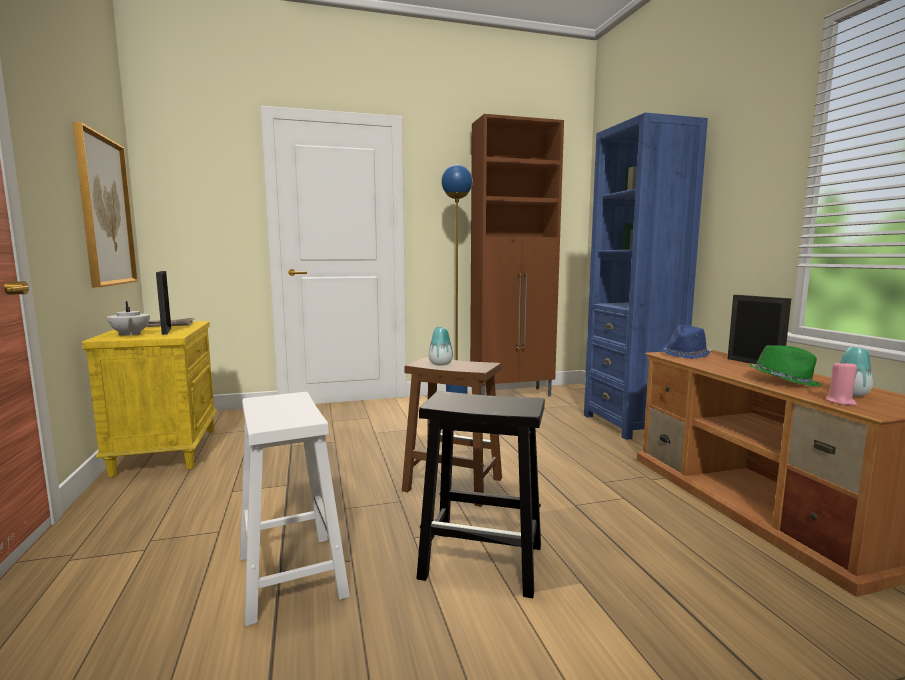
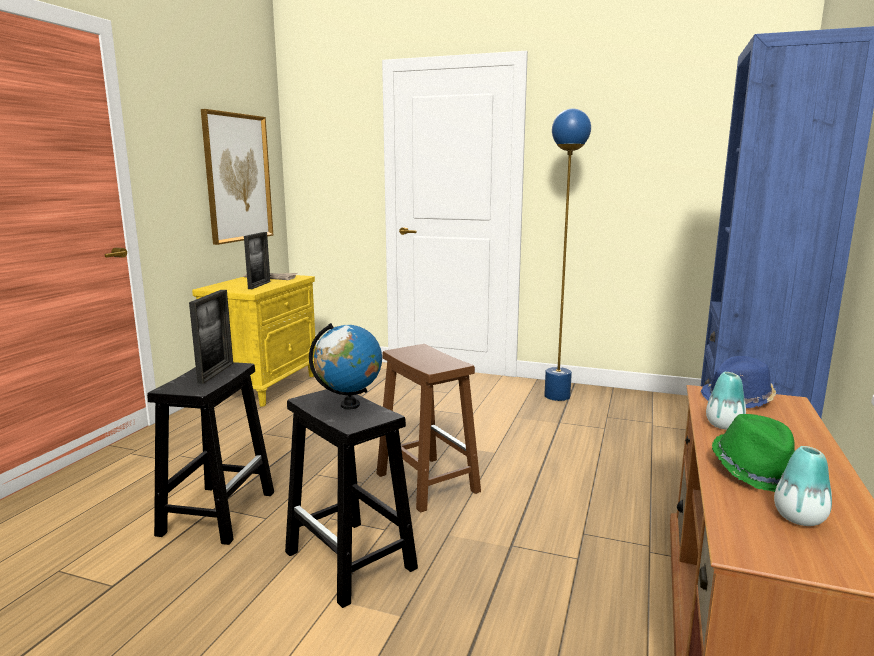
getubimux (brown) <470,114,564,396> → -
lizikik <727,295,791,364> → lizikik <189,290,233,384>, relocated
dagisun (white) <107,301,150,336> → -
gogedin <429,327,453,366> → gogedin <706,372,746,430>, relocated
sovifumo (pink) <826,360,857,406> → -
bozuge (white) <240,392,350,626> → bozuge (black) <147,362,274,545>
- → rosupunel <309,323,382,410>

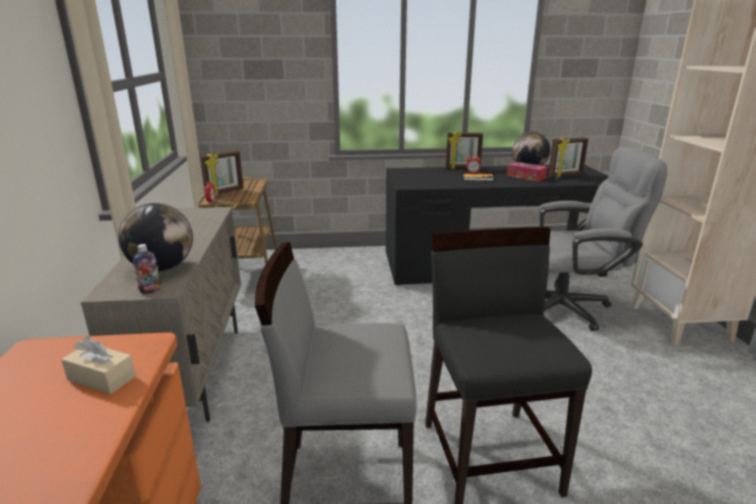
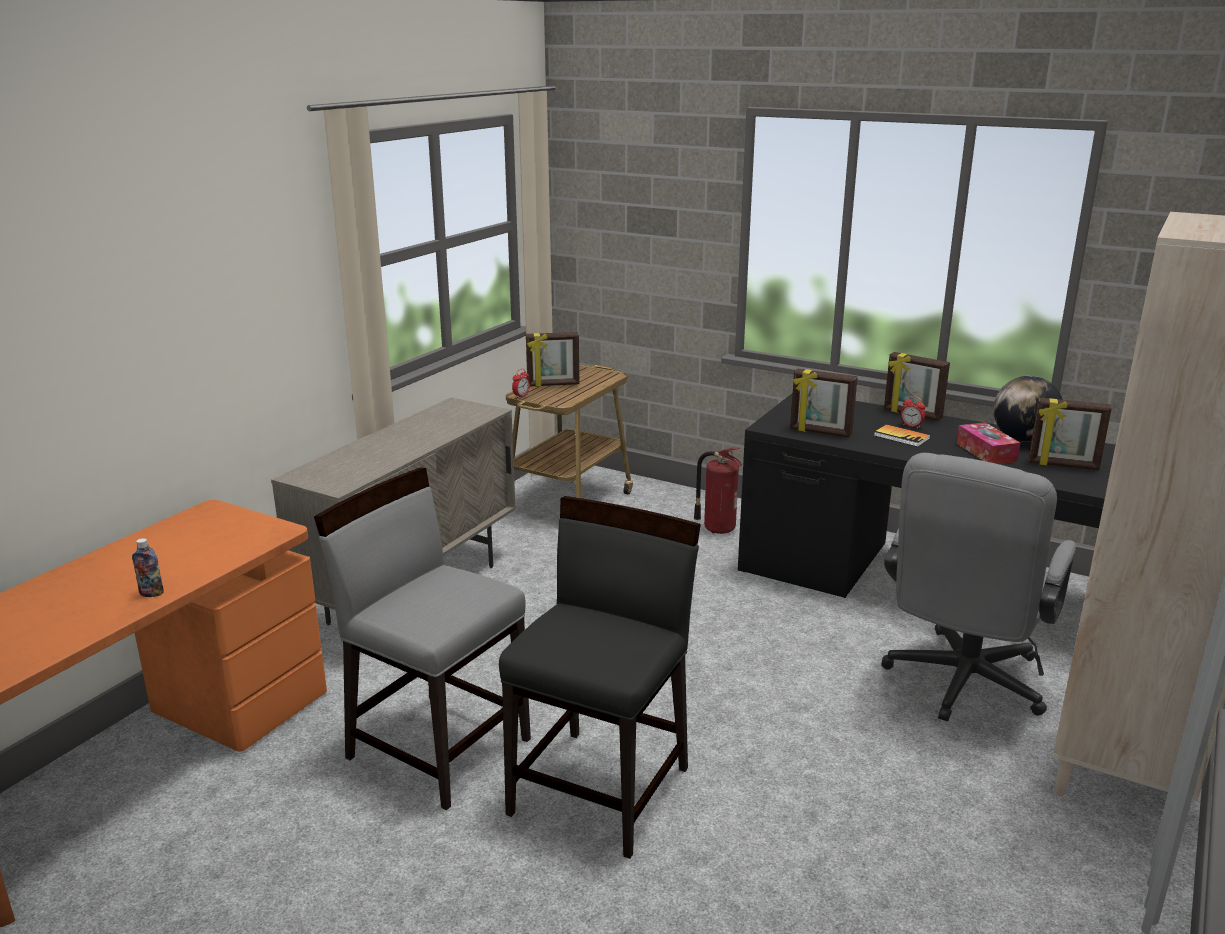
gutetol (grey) <540,146,667,331> → gutetol (grey) <882,453,1076,722>, 90 degrees clockwise
rosupunel <118,203,193,271> → -
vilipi <133,244,161,294> → vilipi <132,538,164,597>, relocated
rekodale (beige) <61,336,136,394> → -
- → lizikik <790,368,858,438>
- → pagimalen <694,447,742,534>

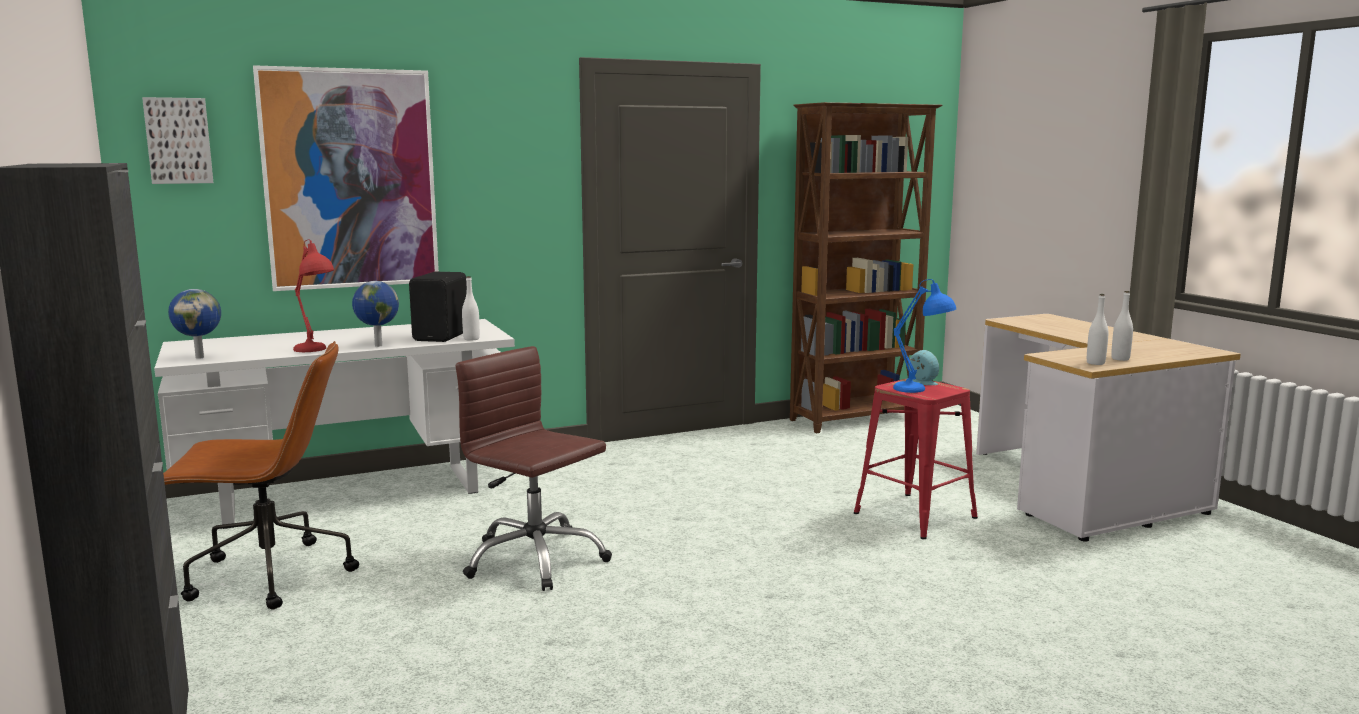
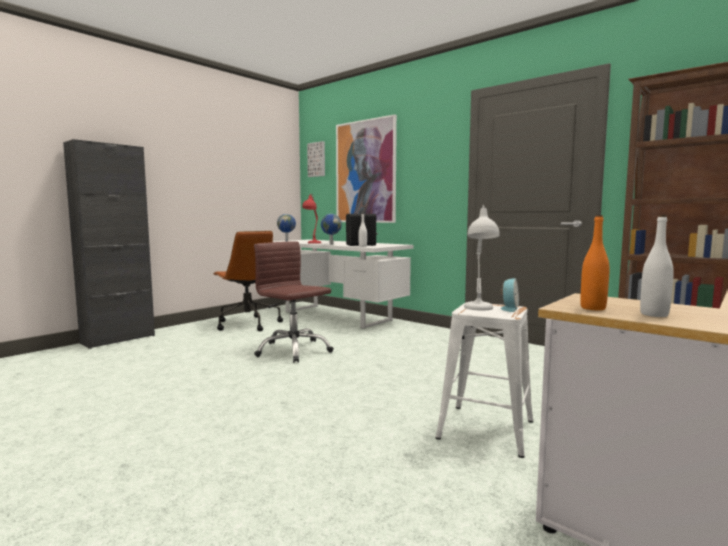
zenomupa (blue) <893,279,956,393> → zenomupa (white) <464,205,500,311>
vilipi (white) <1087,294,1108,365> → vilipi (orange) <580,215,610,310>
gutetol (brown) <456,346,612,591> → gutetol (brown) <254,241,334,363>, 60 degrees counterclockwise
bozuge (red) <854,379,978,539> → bozuge (white) <436,303,533,458>

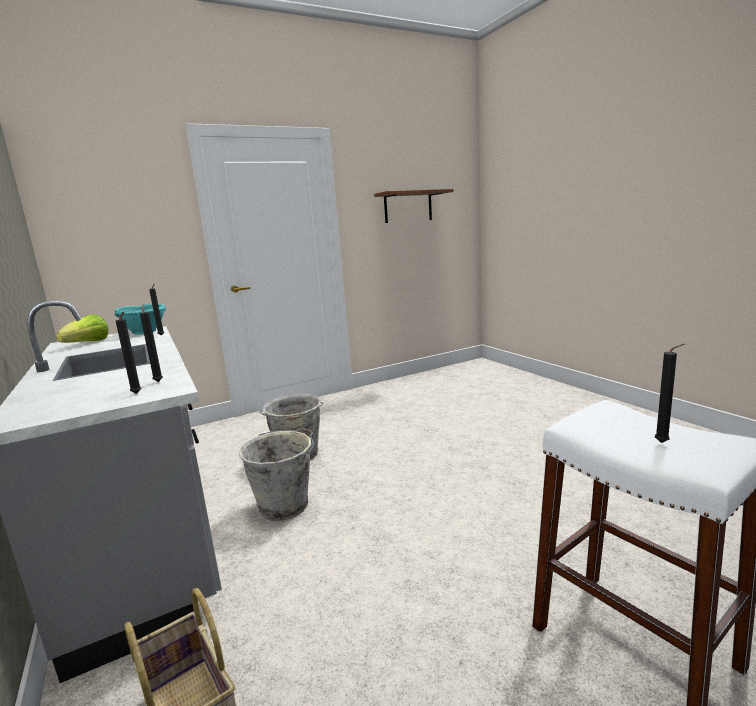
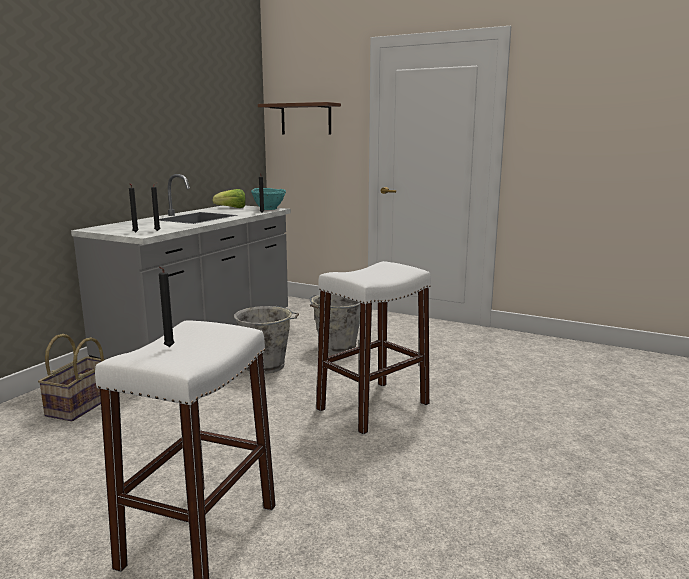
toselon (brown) <374,189,454,223> → toselon (brown) <258,102,341,135>, relocated
- → bozuge (white) <316,261,431,435>

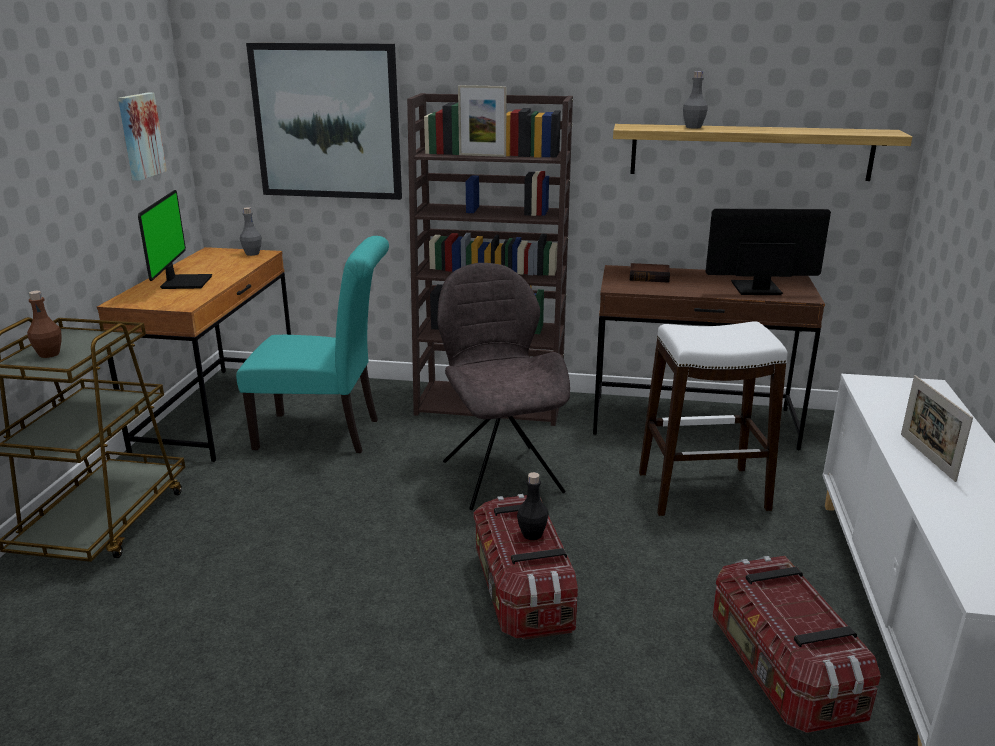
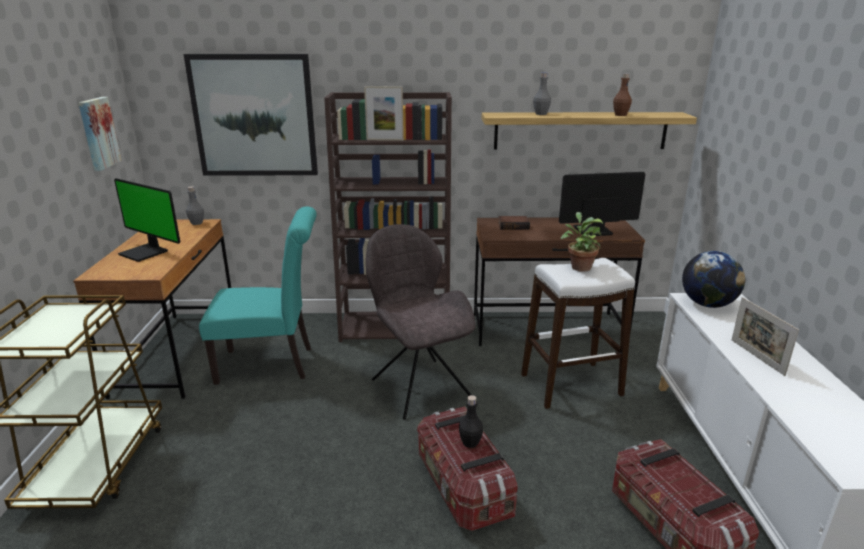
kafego <138,190,212,289> → kafego <114,178,180,262>, 135 degrees clockwise
vilipi (brown) <27,291,62,358> → vilipi (brown) <613,73,632,116>, relocated
- → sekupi <561,212,603,272>
- → rosupunel <682,251,745,308>

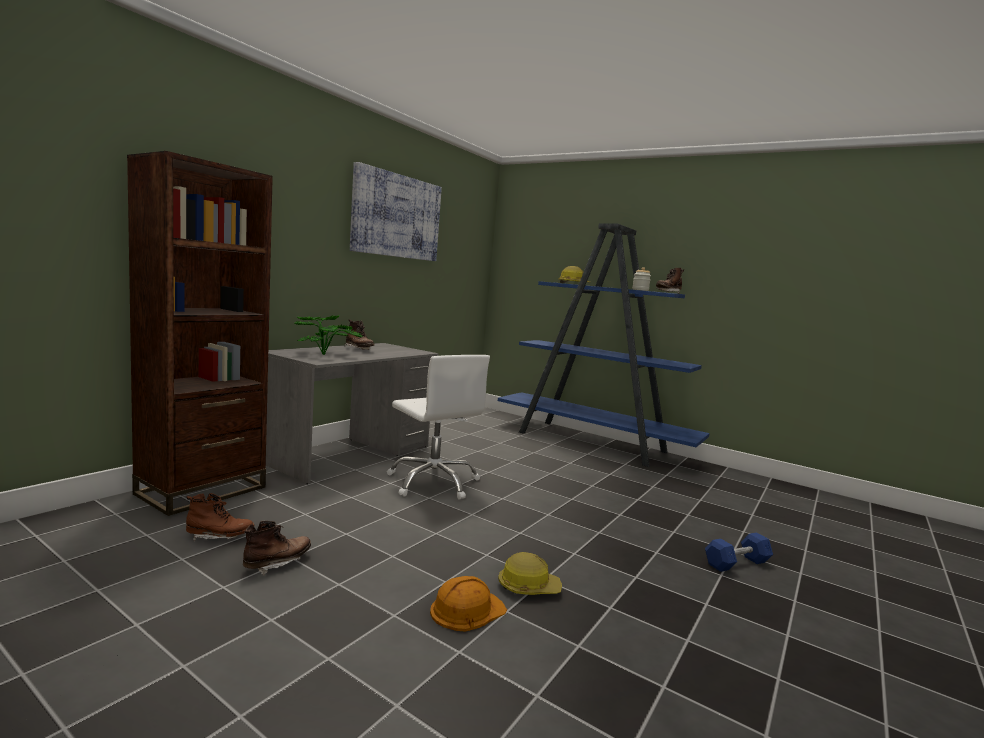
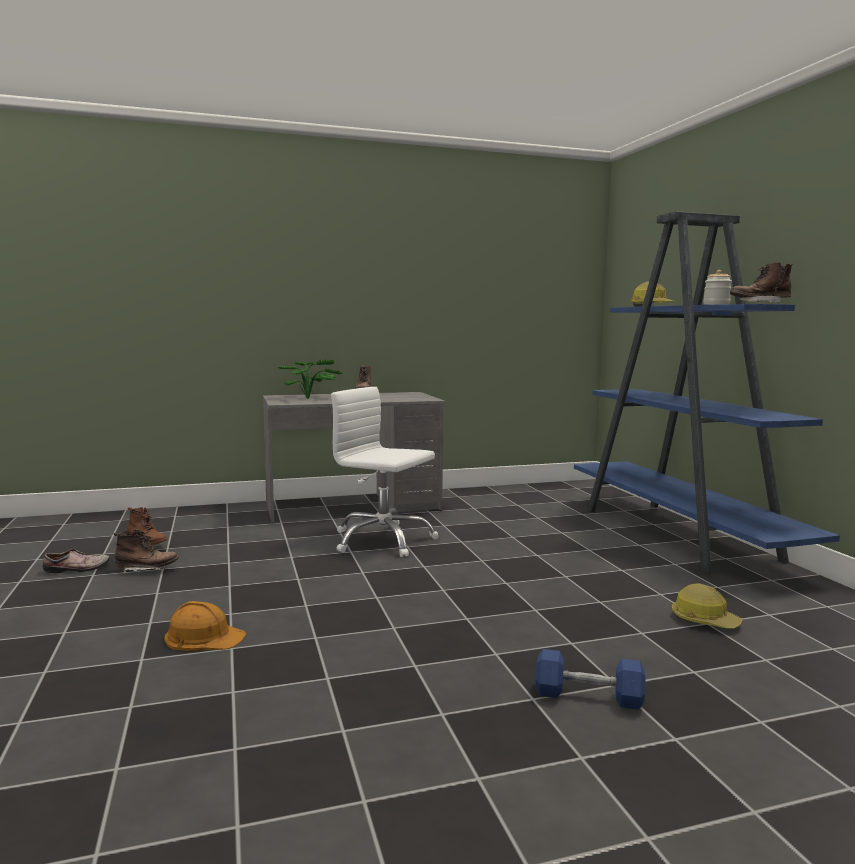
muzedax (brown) <127,151,273,516> → -
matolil <350,162,442,261> → -
gutetol (white) <387,355,490,500> → gutetol (white) <331,387,439,557>, 120 degrees clockwise
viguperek <498,552,562,595> → viguperek <672,584,743,629>, relocated
- → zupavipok <43,549,110,573>

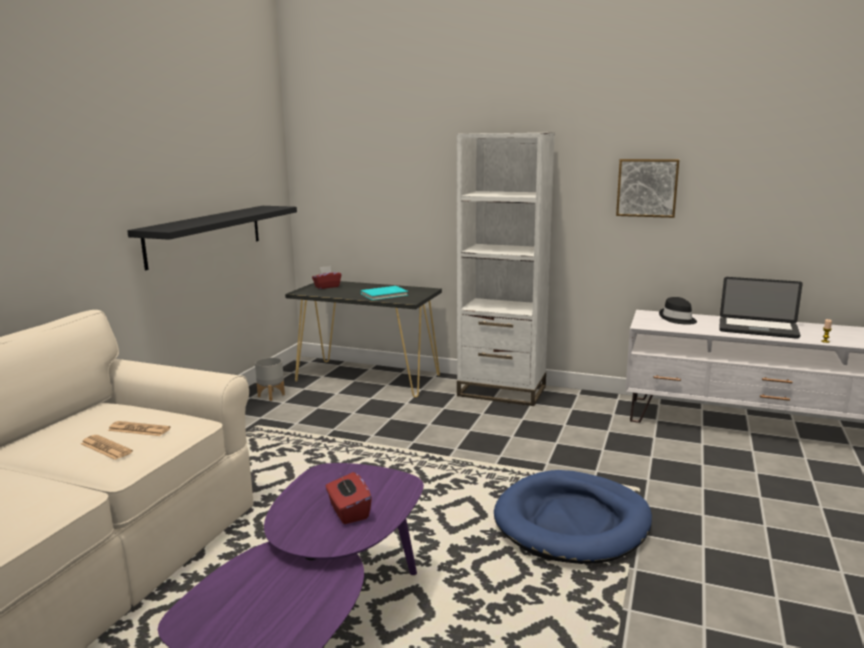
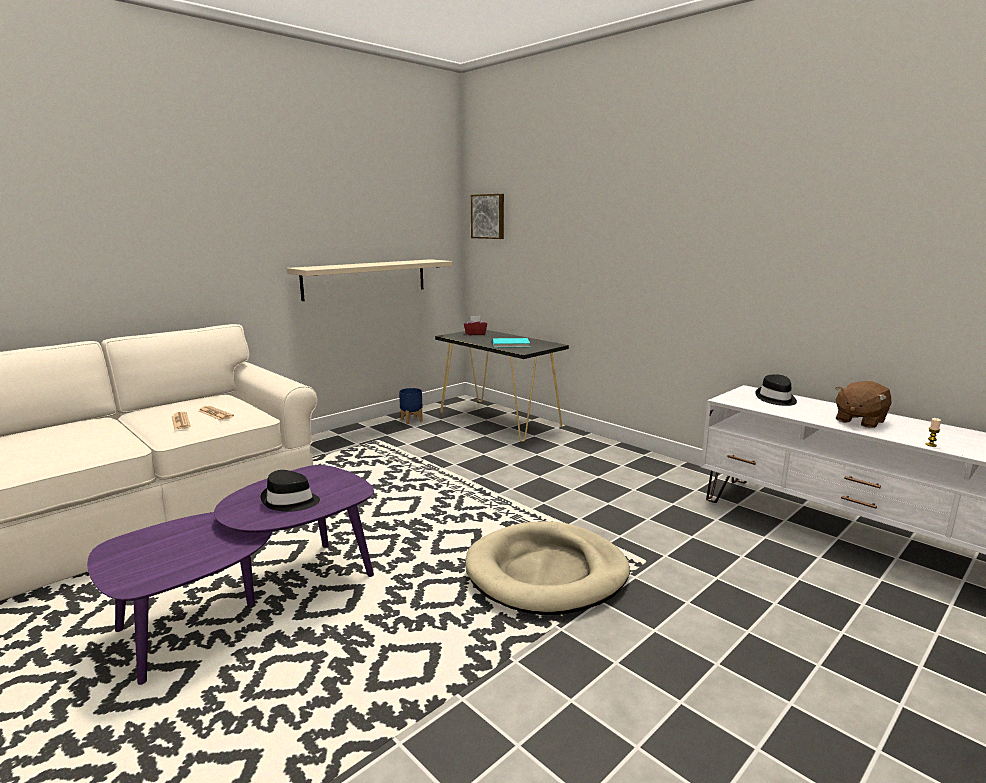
muzedax (white) <457,133,555,406> → -
matolil <616,159,680,218> → matolil <471,194,504,239>, relocated
toselon (black) <127,206,297,270> → toselon (beige) <287,259,452,301>
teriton <719,277,803,339> → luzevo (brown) <835,381,892,428>
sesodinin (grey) <255,357,285,401> → sesodinin (blue) <399,388,423,424>
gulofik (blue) <494,470,652,564> → gulofik (beige) <465,521,630,615>
rekodale (red) <326,472,372,524> → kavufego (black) <261,470,320,512>

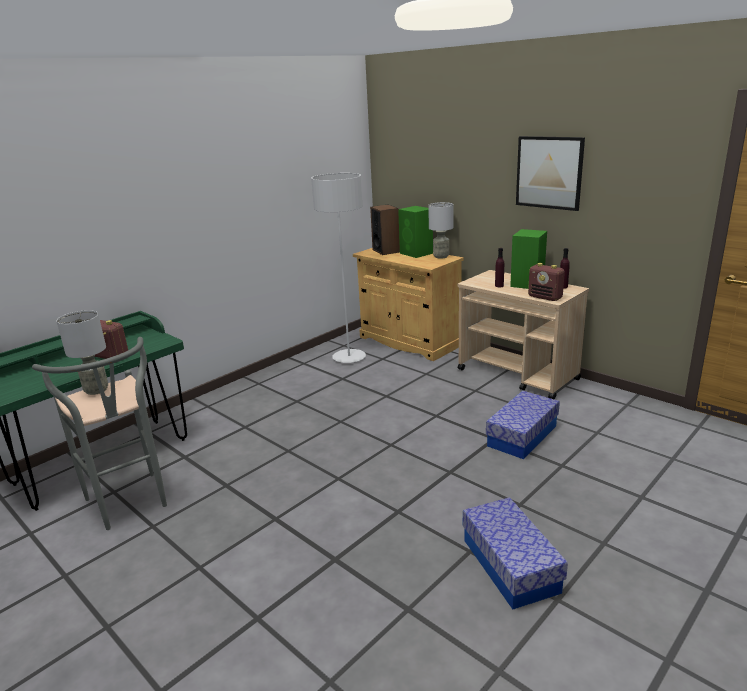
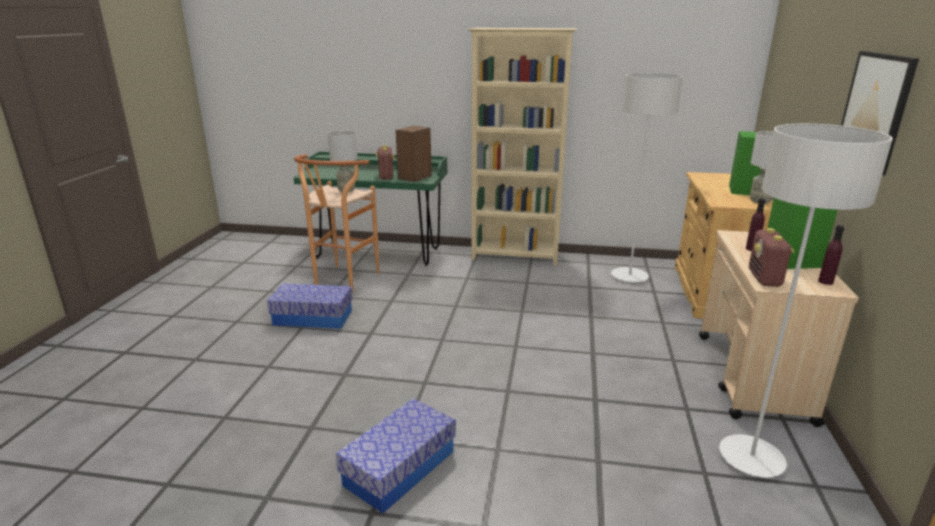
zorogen <370,205,400,255> → zorogen <395,126,432,182>, relocated
bozuge (grey) <32,337,167,530> → bozuge (brown) <294,154,379,291>
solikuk <486,391,560,459> → solikuk <267,283,353,329>, relocated
- → muzedax (beige) <468,28,576,266>
- → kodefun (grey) <719,124,893,478>

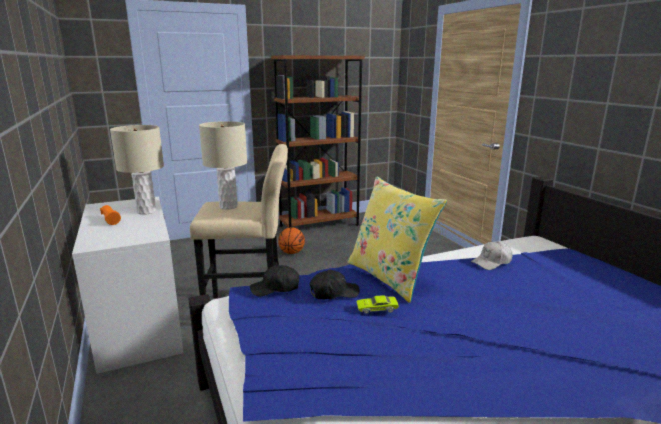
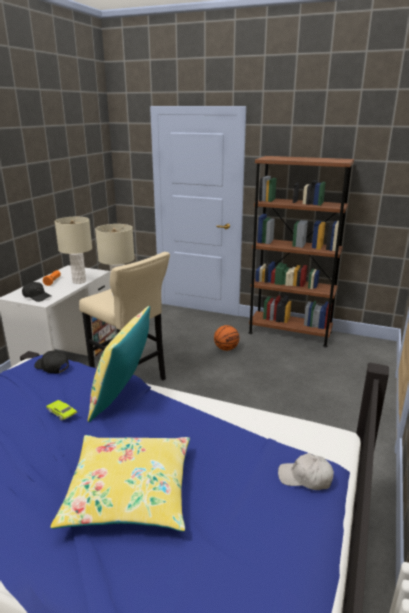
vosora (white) <471,242,513,270> → vosora (white) <278,453,334,490>, relocated
vosora (black) <309,270,360,299> → vosora (black) <22,282,51,302>, relocated
- → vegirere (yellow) <50,435,190,532>

